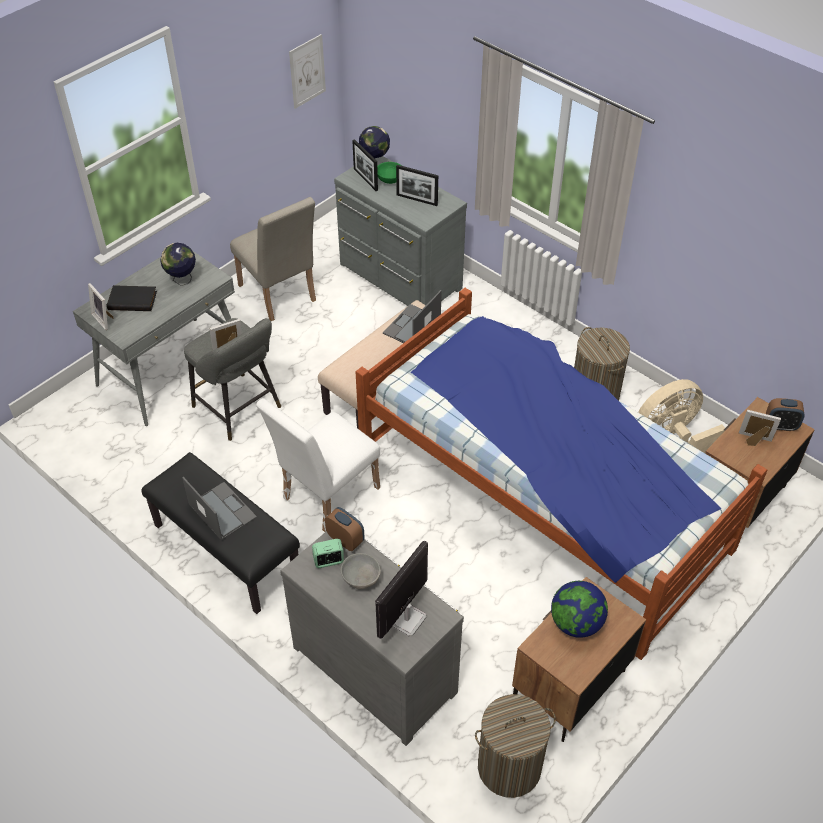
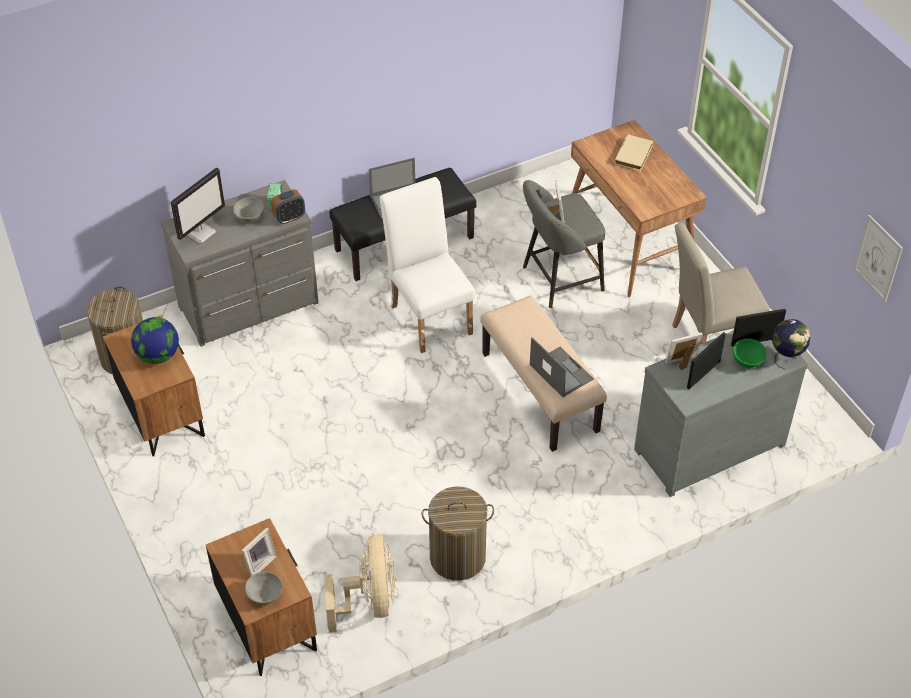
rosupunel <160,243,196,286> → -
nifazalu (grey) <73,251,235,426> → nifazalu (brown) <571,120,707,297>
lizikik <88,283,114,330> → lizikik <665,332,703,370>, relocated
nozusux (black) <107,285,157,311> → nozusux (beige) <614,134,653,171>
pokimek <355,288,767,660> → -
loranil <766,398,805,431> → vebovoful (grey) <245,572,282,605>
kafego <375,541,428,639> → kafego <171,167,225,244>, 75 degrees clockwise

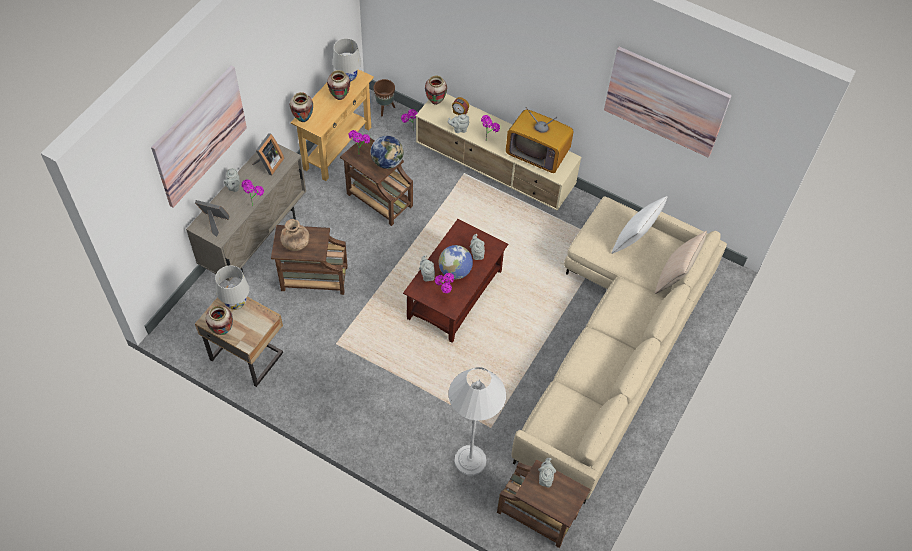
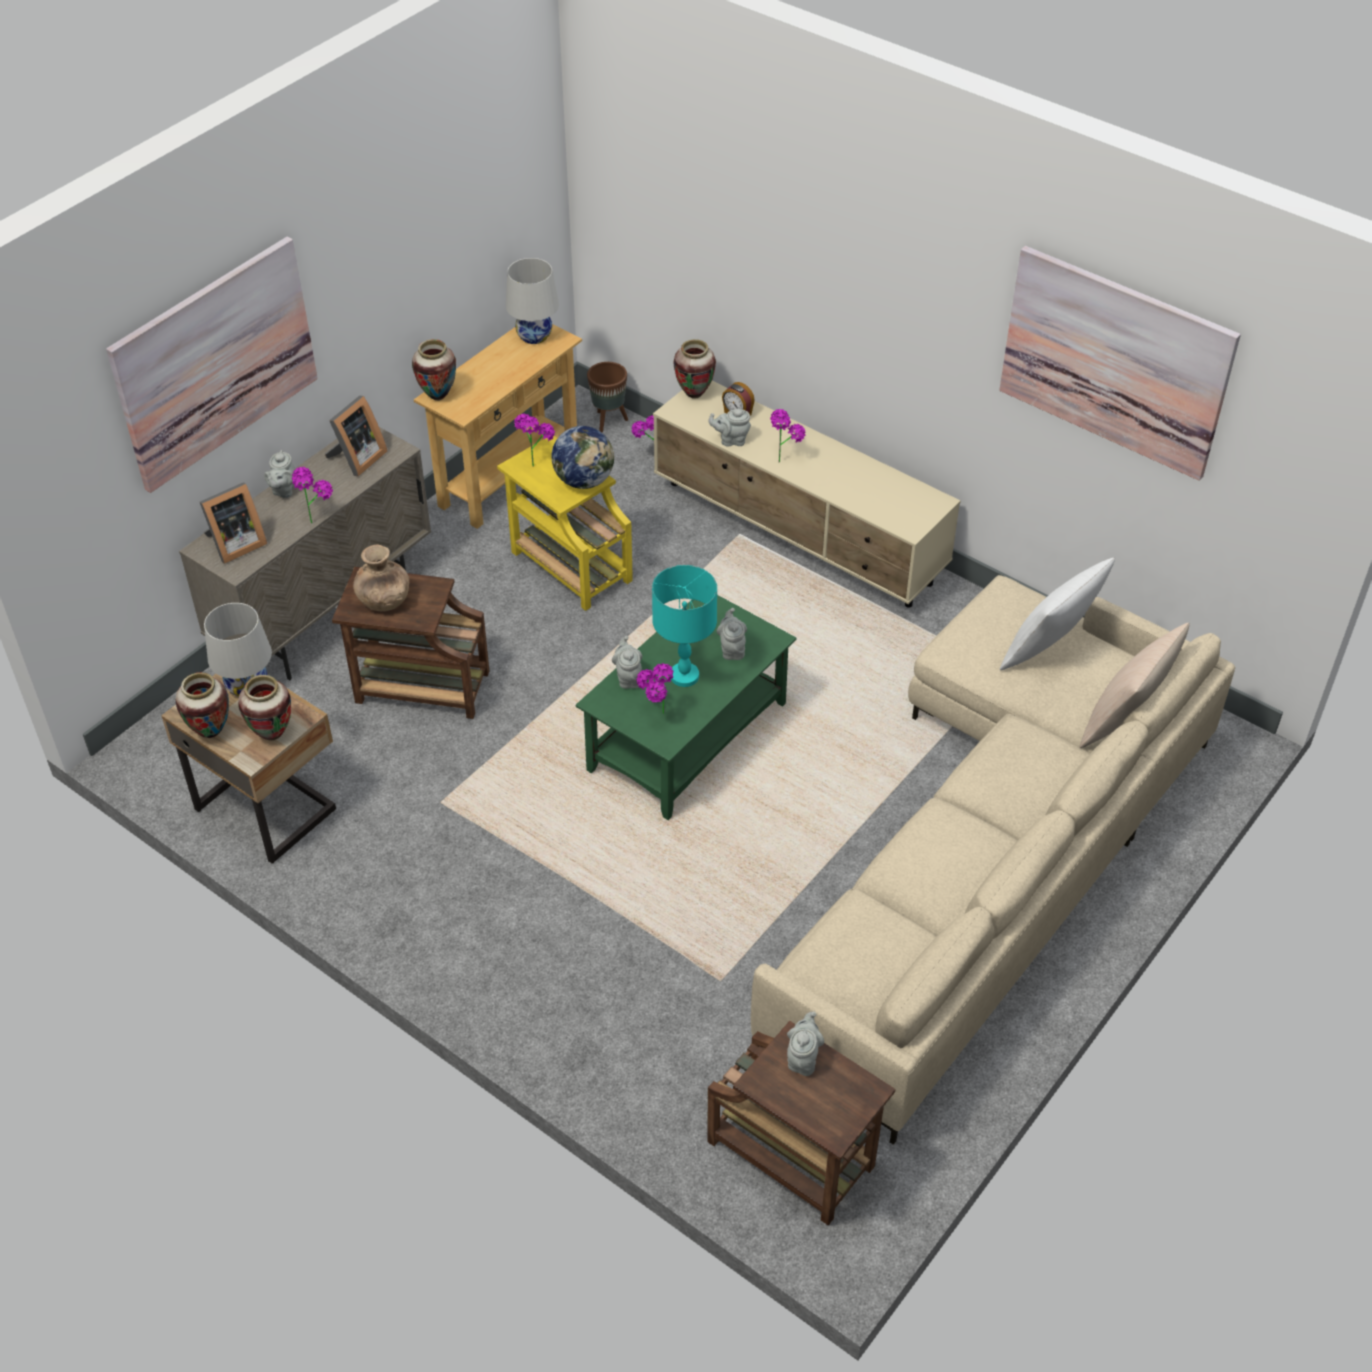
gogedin <327,70,350,100> → gogedin <238,675,291,741>, relocated
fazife <506,107,574,173> → -
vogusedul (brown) <340,138,413,226> → vogusedul (yellow) <497,434,633,611>
lizikik <195,200,230,237> → lizikik <200,482,267,564>, 120 degrees clockwise
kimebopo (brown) <403,219,508,343> → kimebopo (green) <576,595,796,820>
rosupunel <439,245,473,279> → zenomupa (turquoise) <652,565,717,687>
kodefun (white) <448,367,506,476> → -

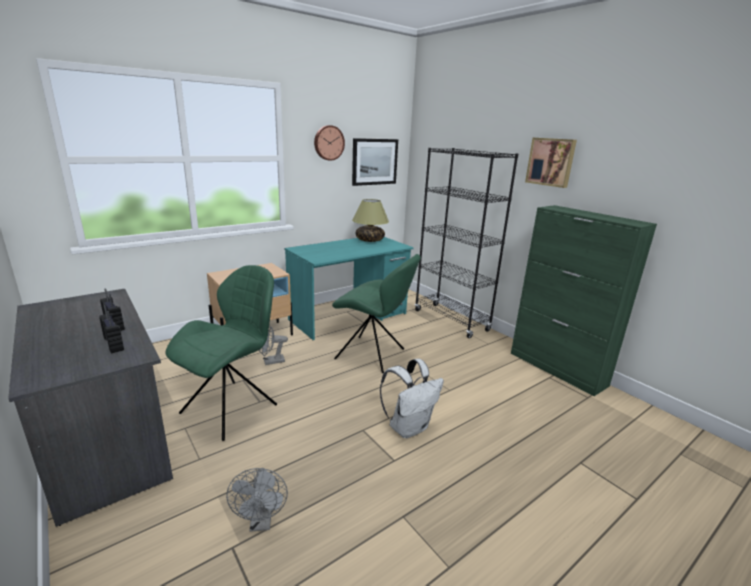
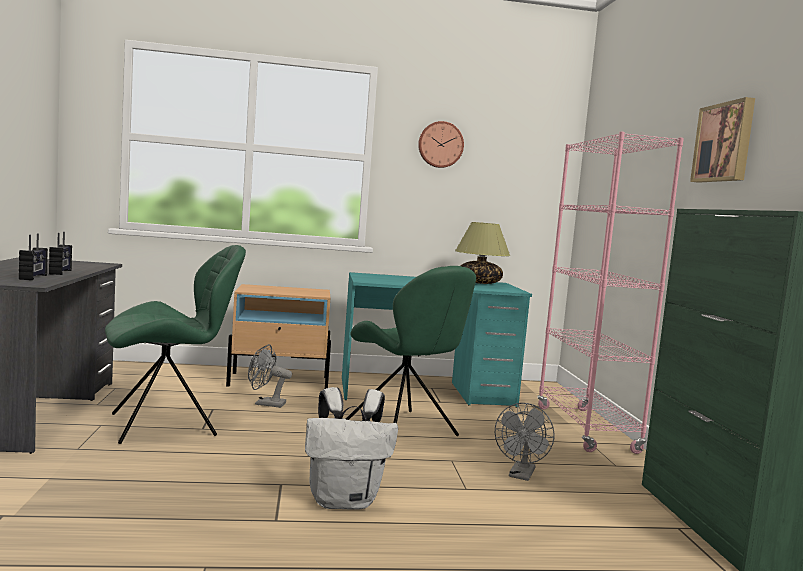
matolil <352,138,398,186> → -
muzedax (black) <415,148,518,338> → muzedax (pink) <537,132,684,454>
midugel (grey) <226,468,288,532> → midugel (grey) <495,403,554,481>, relocated

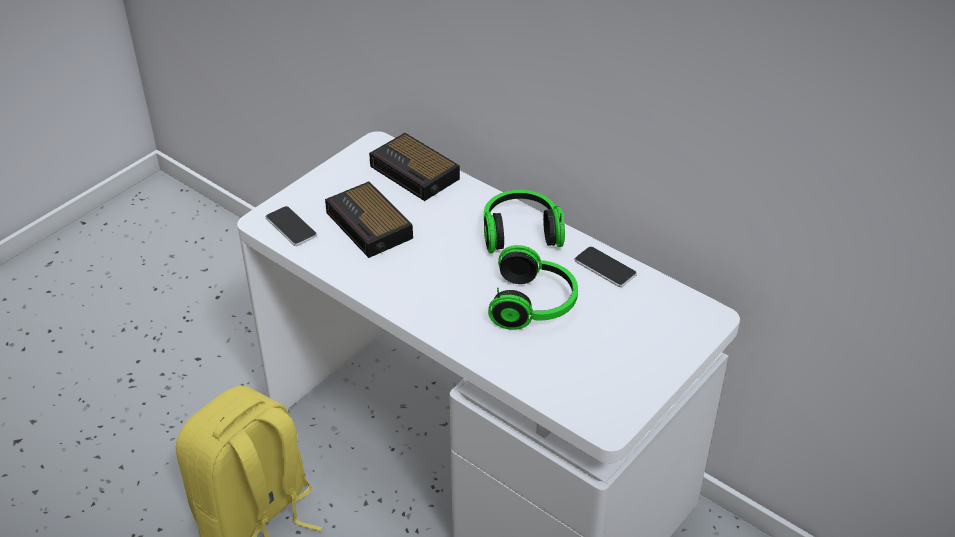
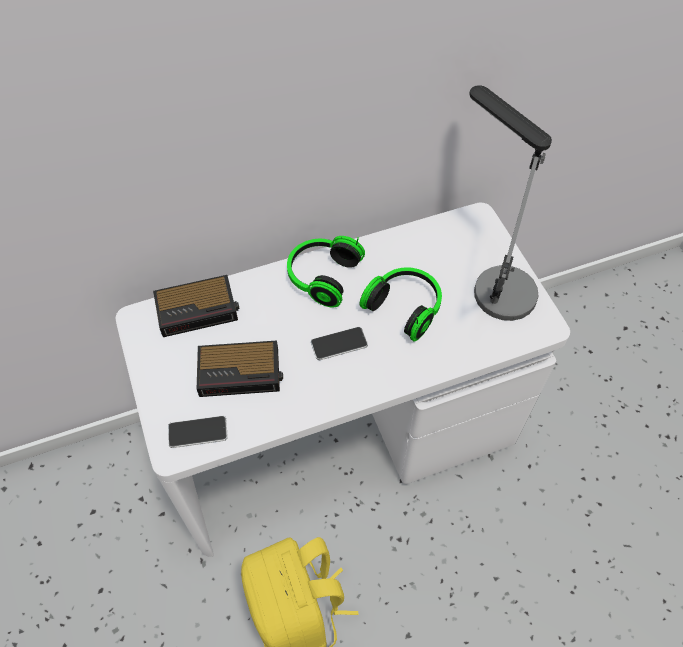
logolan <575,246,637,287> → logolan <311,327,368,360>, relocated
- → zenomupa <469,85,552,321>

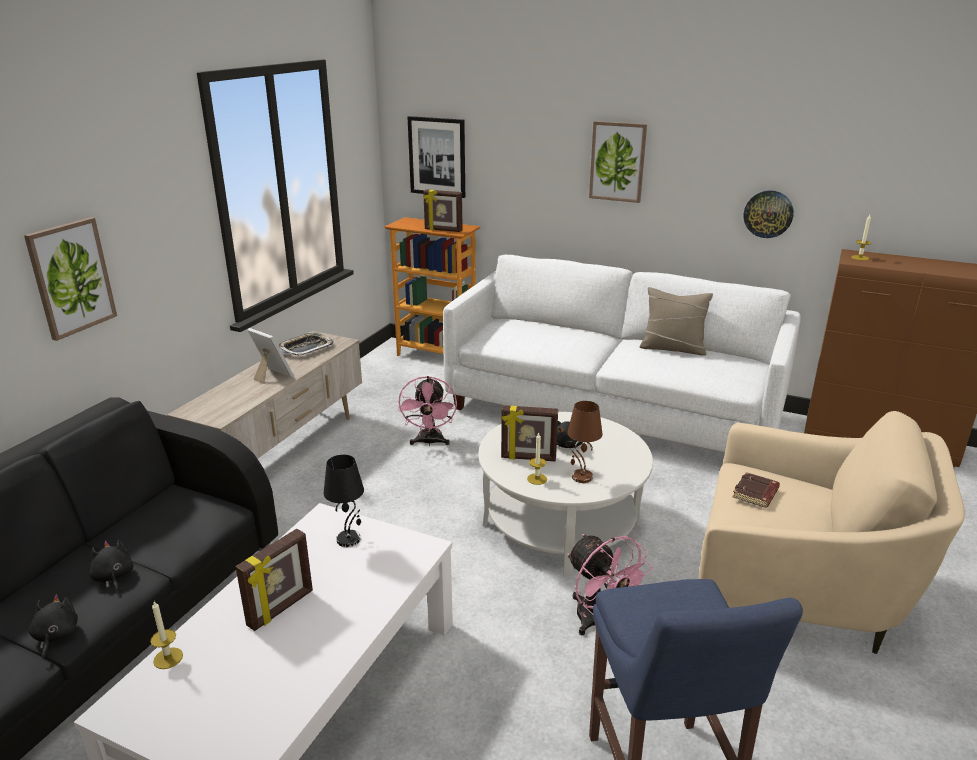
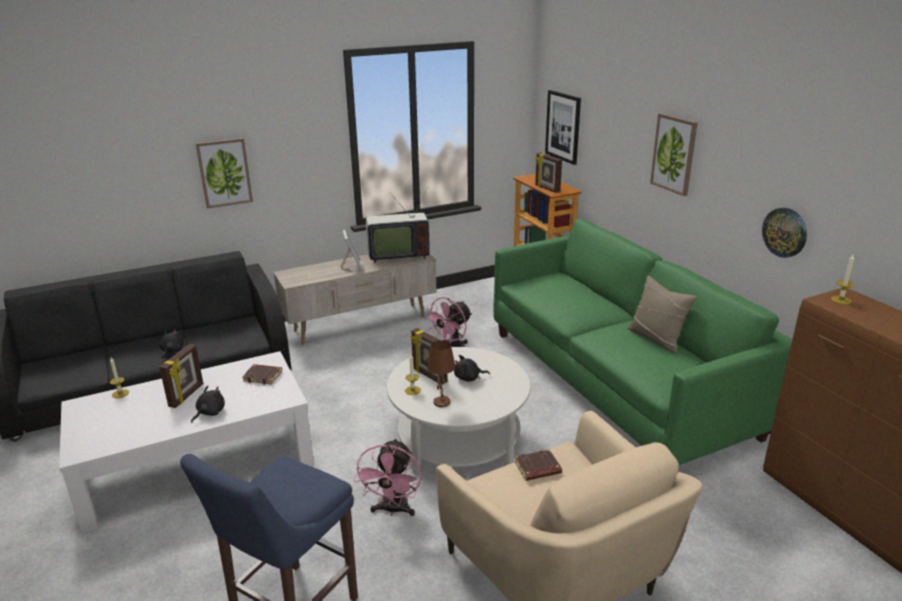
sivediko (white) <443,255,801,452> → sivediko (green) <493,219,792,465>
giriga <278,332,334,356> → fazife <366,187,430,263>
zenomupa (black) <324,455,364,547> → nozusux (brown) <242,364,282,385>
lizikik <235,529,313,631> → lizikik <159,344,203,408>, 60 degrees counterclockwise
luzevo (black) <29,594,78,660> → luzevo (black) <191,386,225,423>, relocated

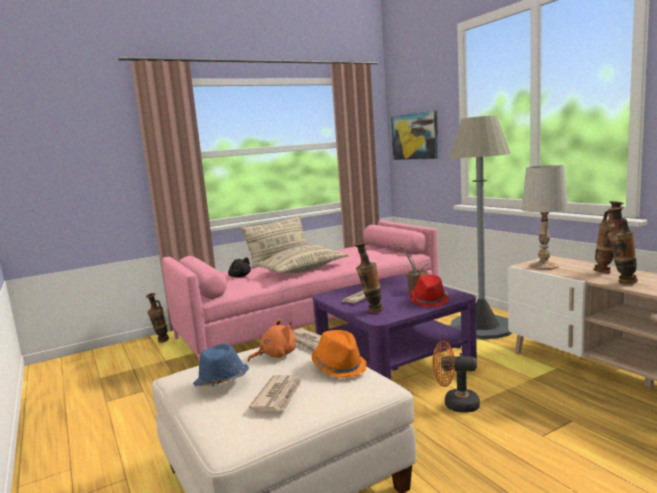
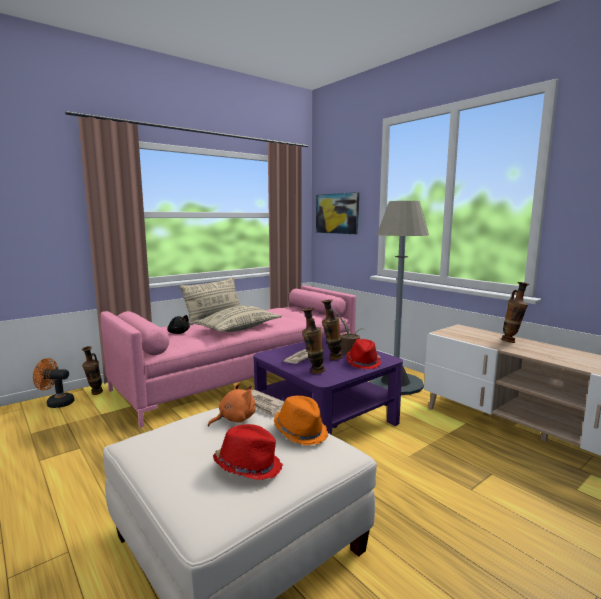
zenomupa (white) <522,165,568,270> → -
gogedin <607,206,638,284> → gogedin <321,299,343,360>, relocated
midugel (orange) <433,340,480,413> → midugel (orange) <33,358,75,408>, relocated
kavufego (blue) <193,344,249,387> → -
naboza <249,375,302,411> → kavufego (red) <213,424,283,480>

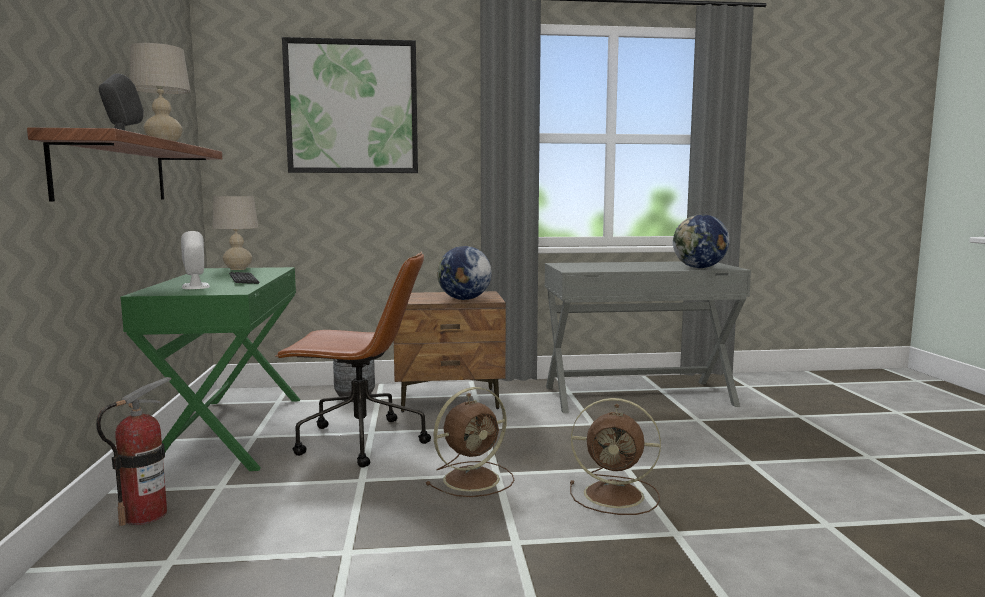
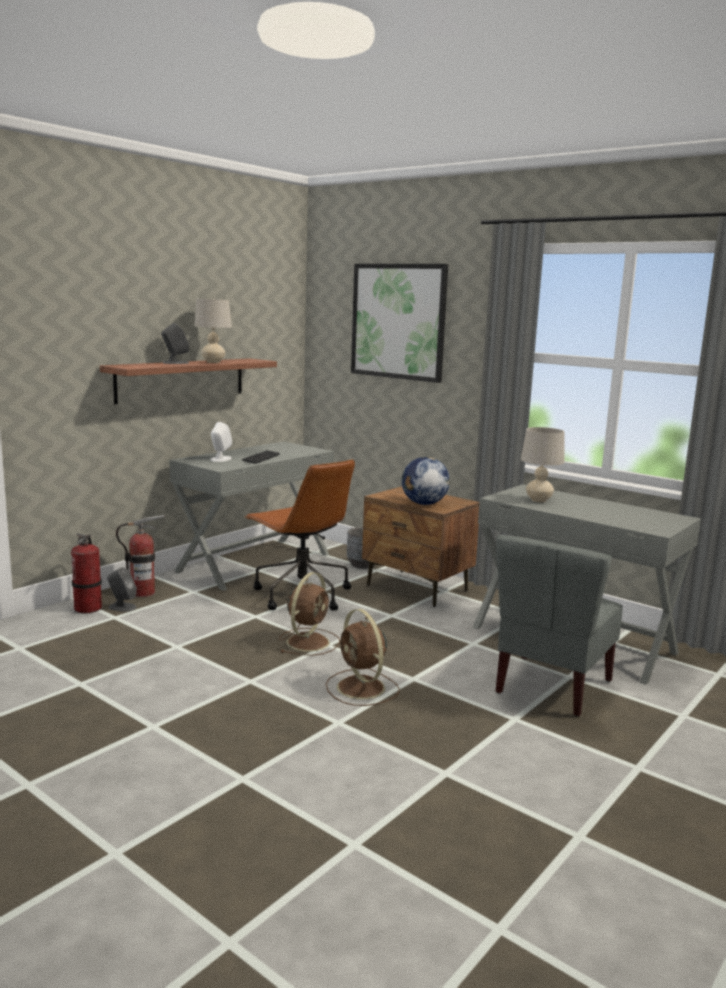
zenomupa (beige) <212,196,259,270> → zenomupa (beige) <521,427,564,502>, relocated
rosupunel <673,214,729,268> → -
nifazalu (green) <120,267,300,471> → nifazalu (grey) <169,441,334,591>
midugel (brown) <425,387,514,497> → midugel (brown) <279,572,340,656>, 75 degrees counterclockwise
- → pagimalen <71,533,102,613>
- → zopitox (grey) <495,535,623,717>
- → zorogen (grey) <107,567,137,612>

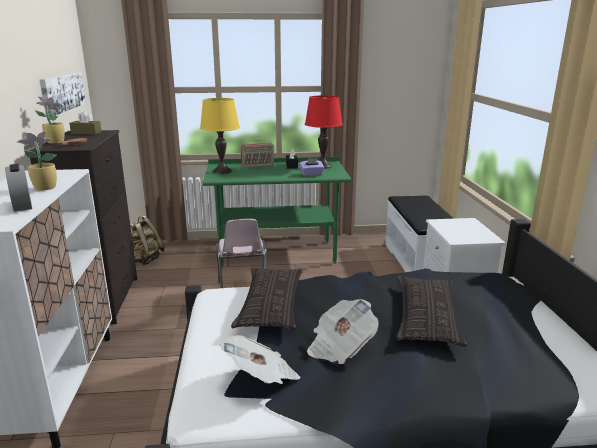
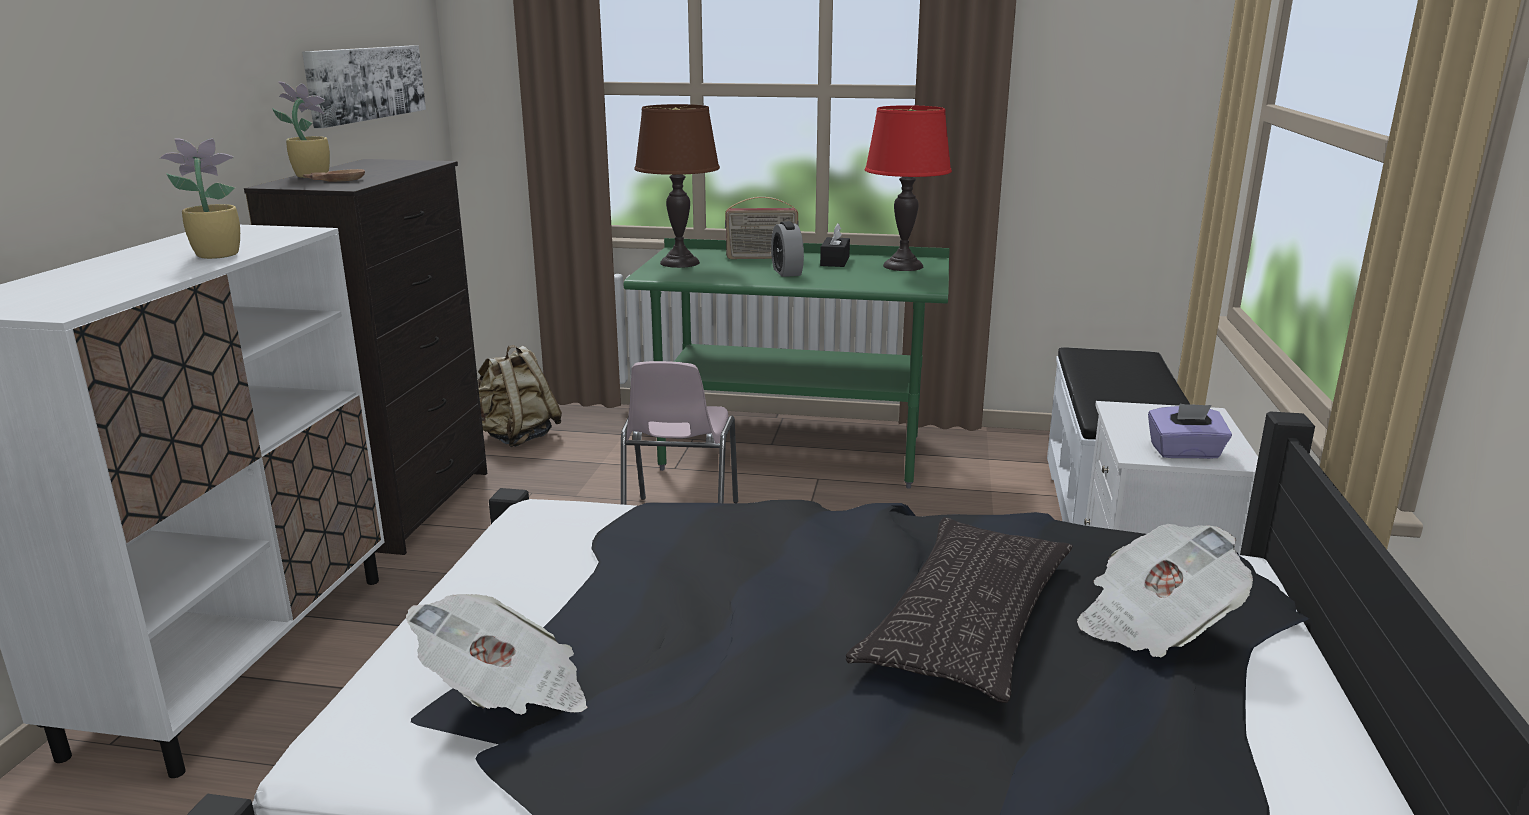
zenomupa (yellow) <200,98,240,174> → zenomupa (brown) <634,104,720,268>
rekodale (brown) <69,111,102,134> → -
rekodale (purple) <299,158,324,177> → rekodale (purple) <1148,404,1232,459>, relocated
loranil <5,164,32,212> → loranil <771,221,804,277>, relocated
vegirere <231,267,303,330> → -
naboza <307,299,379,364> → naboza <1077,524,1253,657>, relocated

